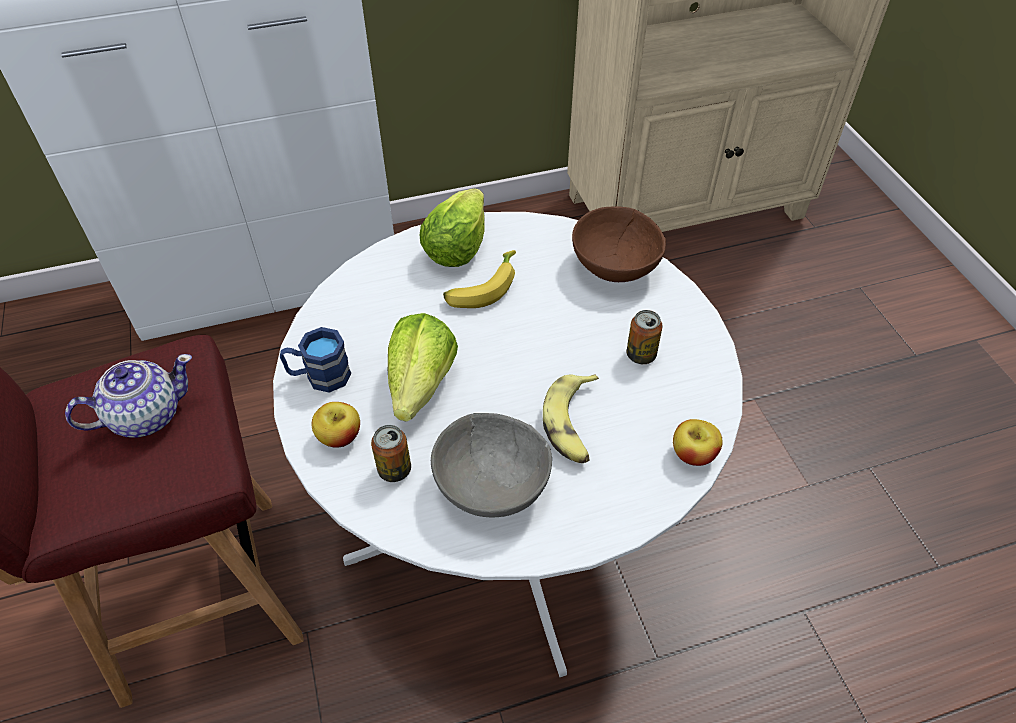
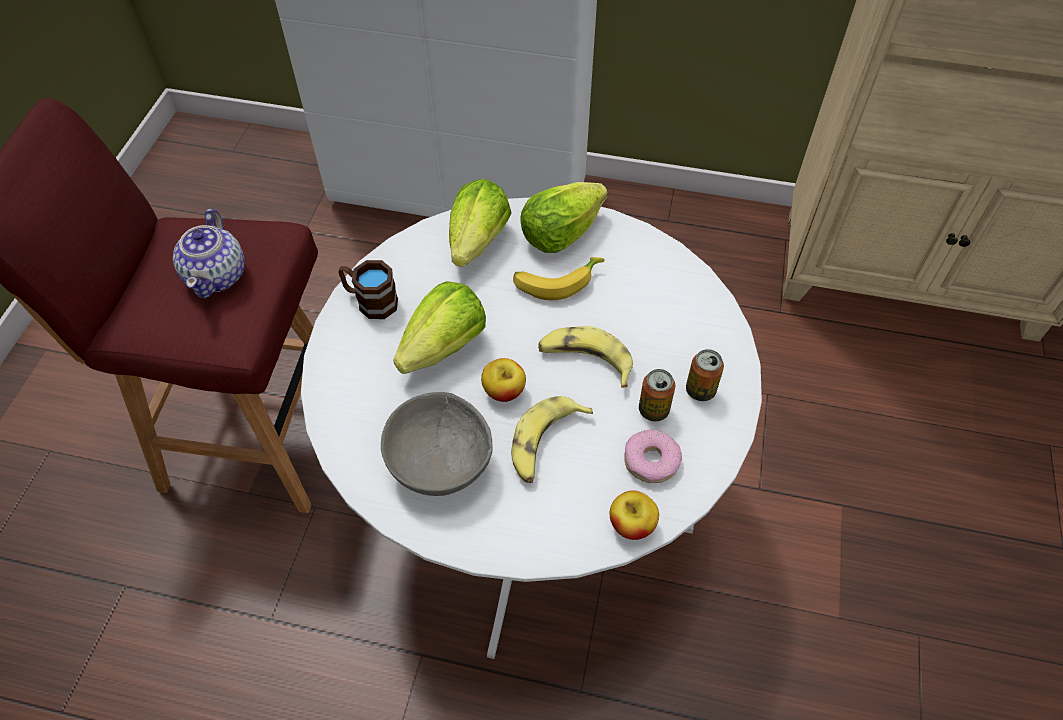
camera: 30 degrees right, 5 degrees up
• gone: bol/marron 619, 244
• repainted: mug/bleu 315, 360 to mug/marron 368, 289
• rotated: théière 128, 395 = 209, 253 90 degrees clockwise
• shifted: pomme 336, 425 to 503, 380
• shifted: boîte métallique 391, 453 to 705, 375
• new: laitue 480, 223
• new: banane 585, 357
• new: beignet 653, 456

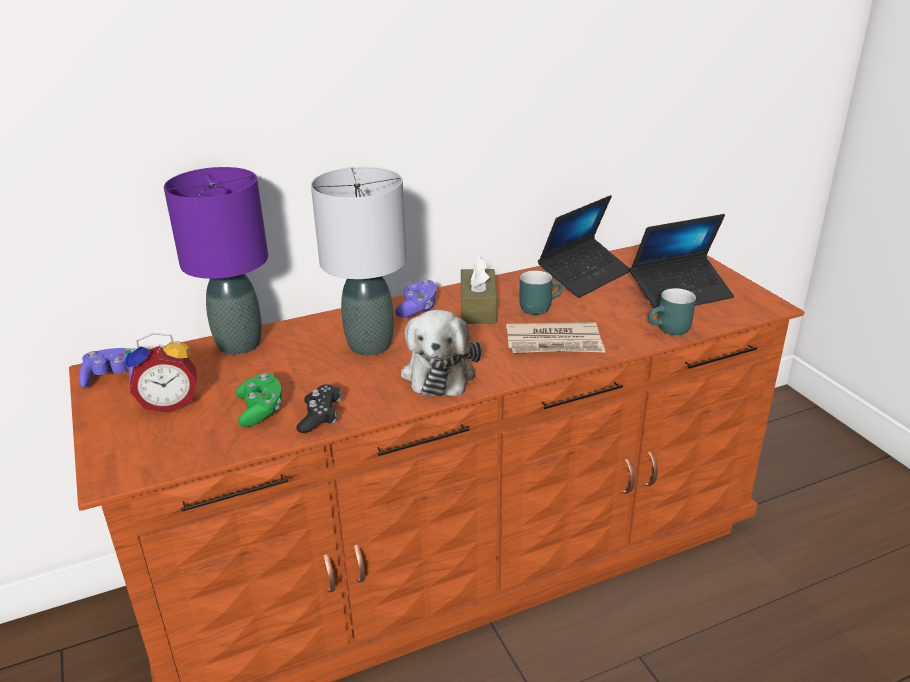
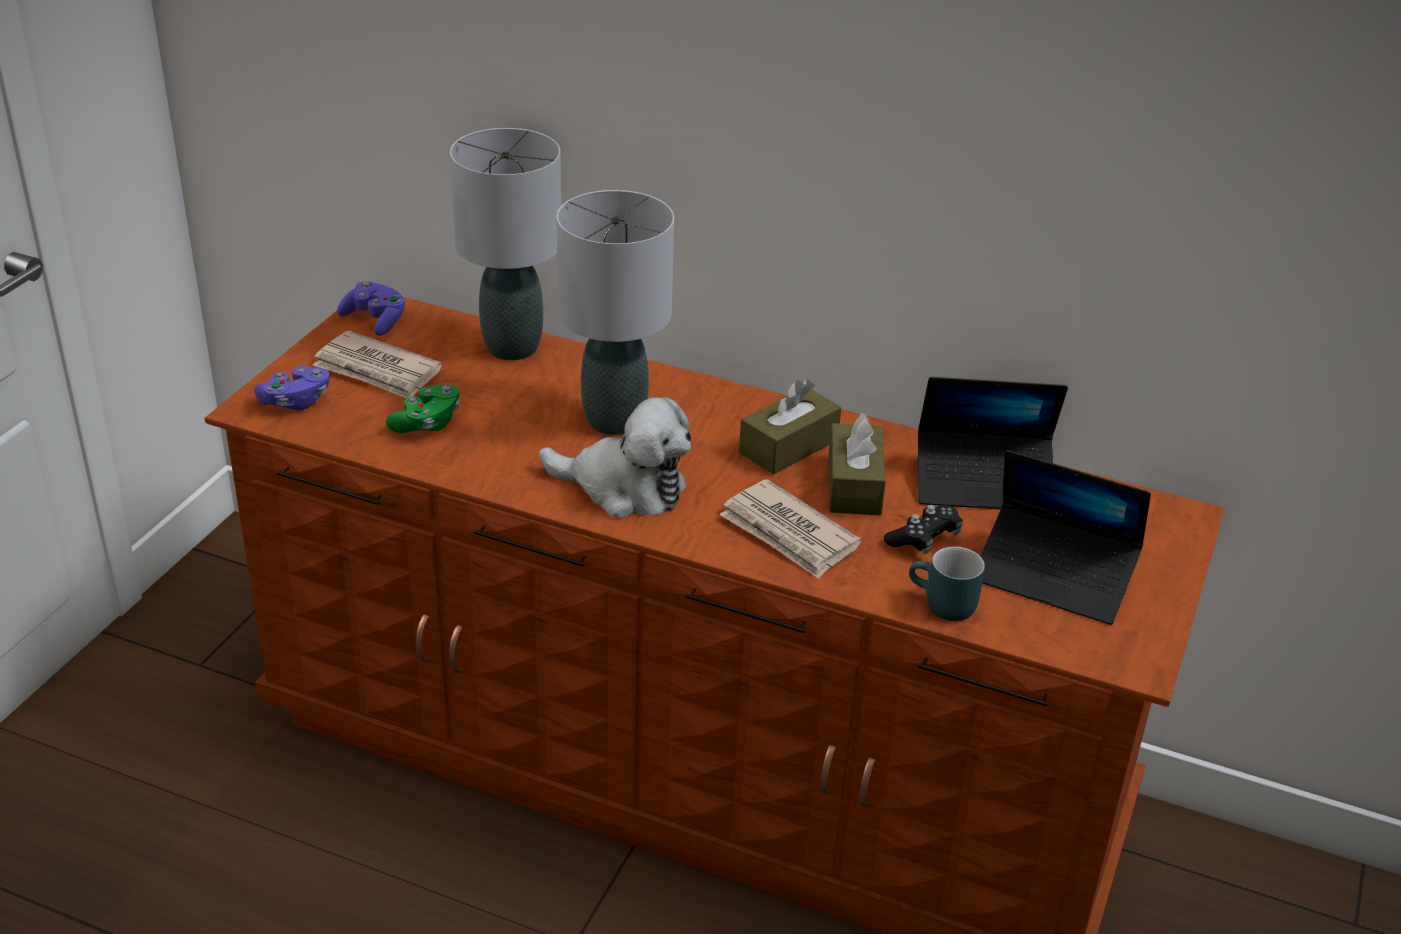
camera: 45 degrees right, 5 degrees up
• repainted: lampe de table/violet 216, 261 to lampe de table/gris 505, 244
• swapped: mug/turquoise 541, 292 to boîte à mouchoirs/marron 857, 464
• shifted: manette/violet 416, 299 to 292, 388
• rotated: peluche 441, 353 = 615, 457 120 degrees counterclockwise
• swapped: réveil 161, 373 to journal 377, 364
• shifted: manette/noir 319, 408 to 923, 529

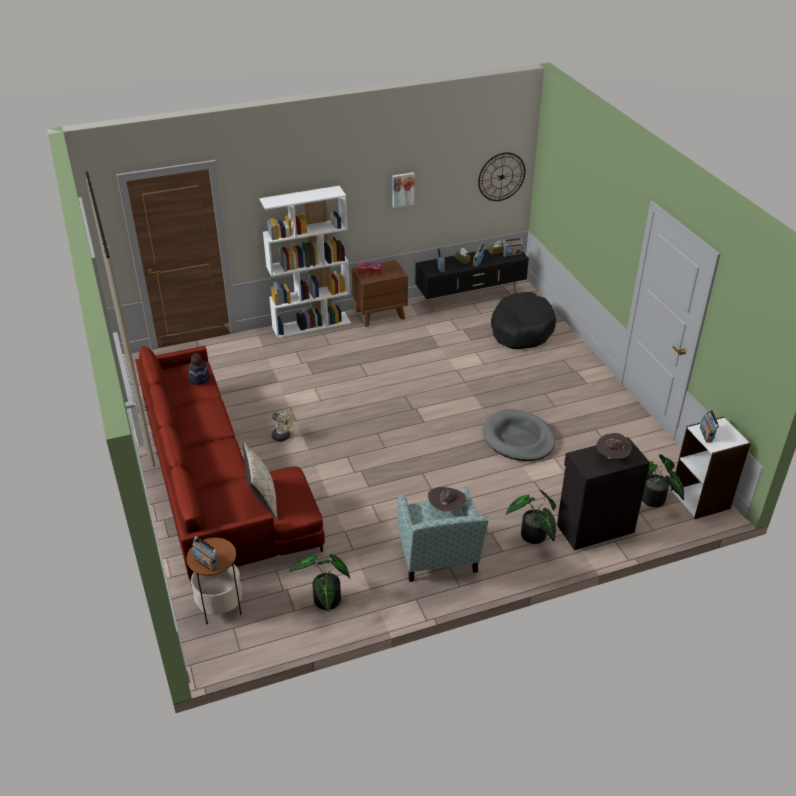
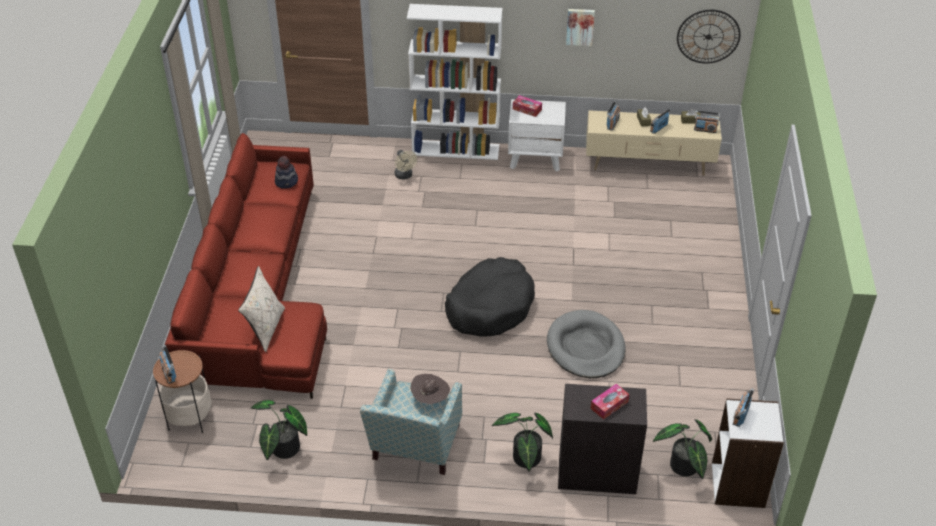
camera: 25 degrees right, 5 degrees up
• repainted: meuble télé/noir 472, 280 to meuble télé/beige 654, 143
• repainted: table de chevet/marron 380, 293 to table de chevet/blanc 537, 135
• shifted: panier pour chien/noir 523, 320 to 490, 297
• shifted: ventilateur/beige 283, 426 to 406, 164
• swapped: chapeau/marron 613, 446 to boîte à mouchoirs 610, 402

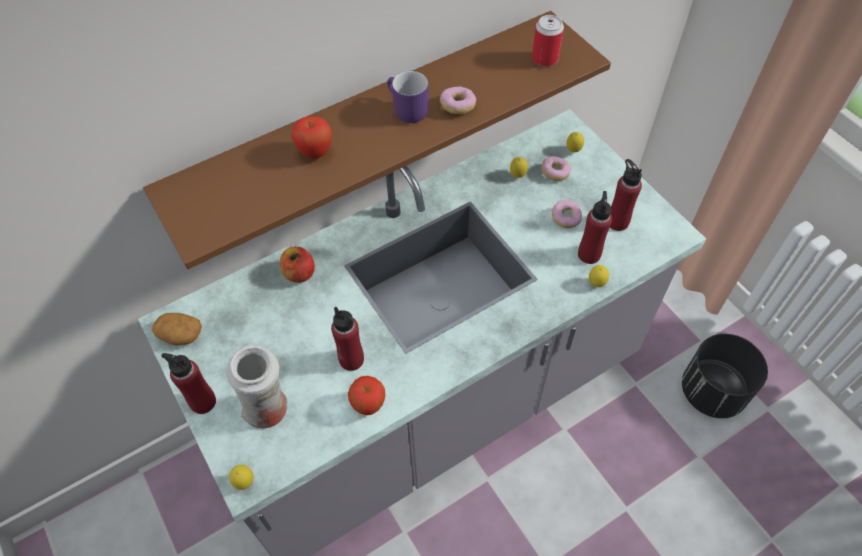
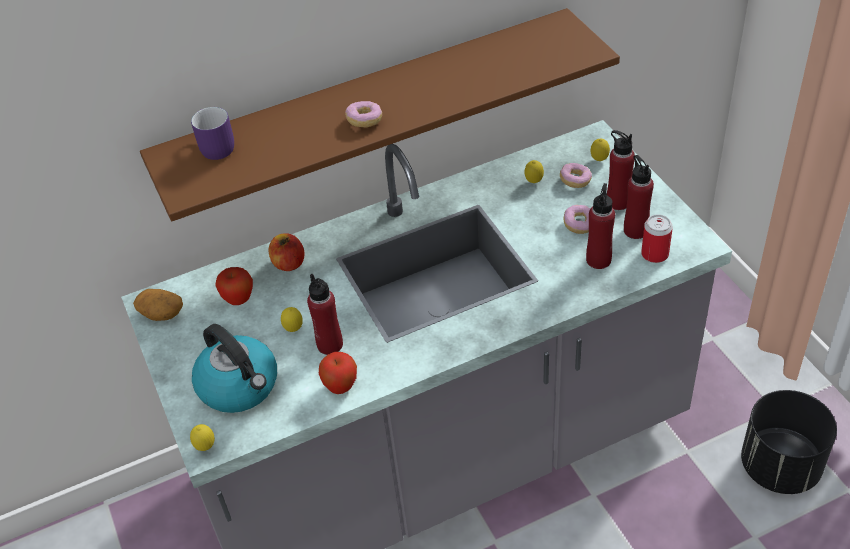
camera: 10 degrees right, 10 degrees down
• shifted: boîte métallique 548, 41 to 657, 238
• shifted: mug/violet 408, 97 to 212, 133
• shifted: beignet 458, 100 to 363, 114
• shifted: pomme 311, 137 to 234, 286
• shifted: citron 599, 276 to 292, 319
• swapped: vase/blanc 256, 387 to bouilloire 234, 368
• shifted: bouteille/rouge 188, 383 to 621, 170

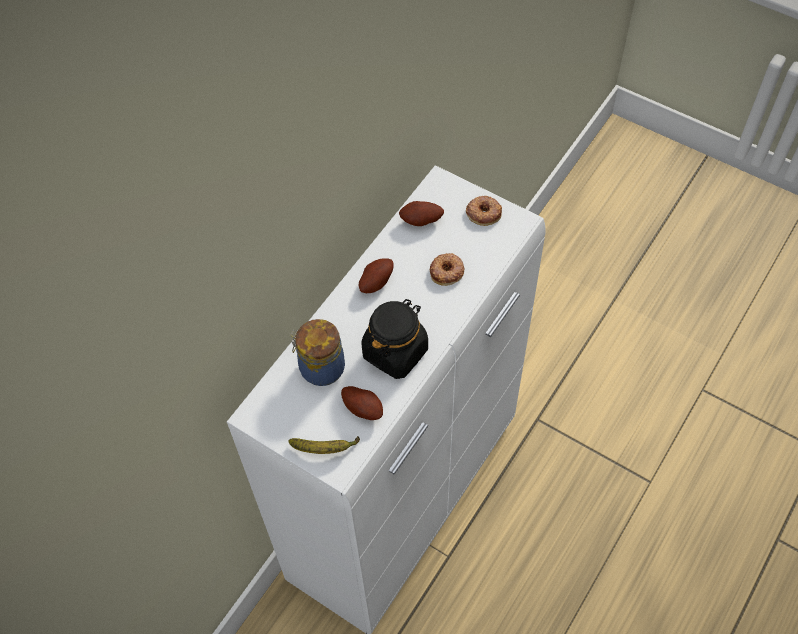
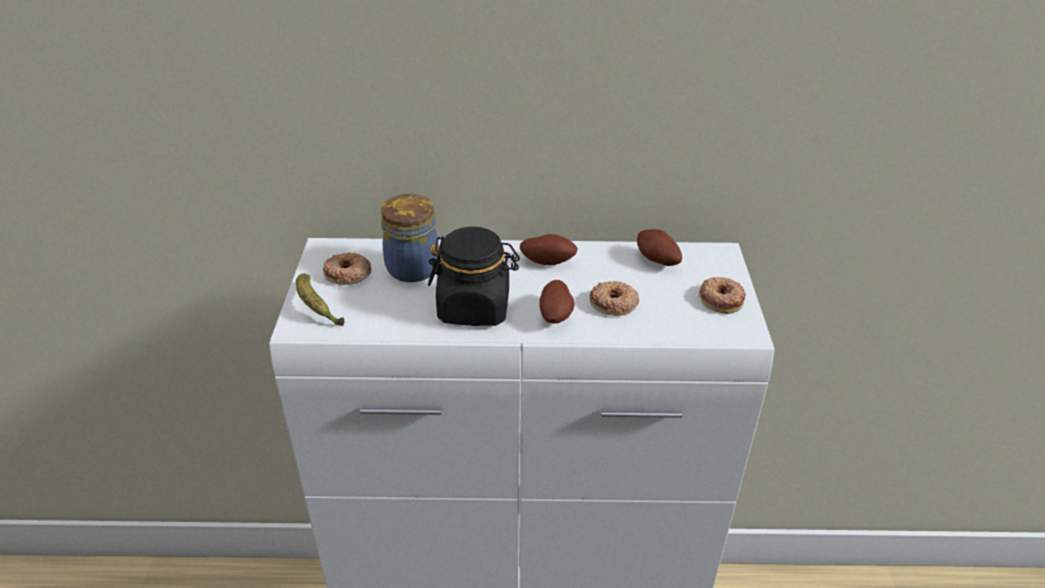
camera: 55 degrees right, 20 degrees down
• shifted: pomme de terre 362, 403 to 556, 302
• new: beignet 347, 268

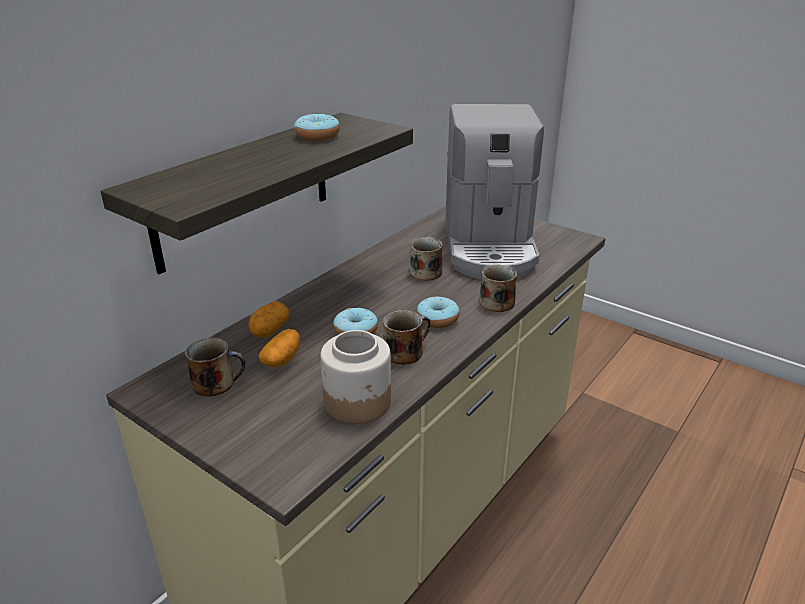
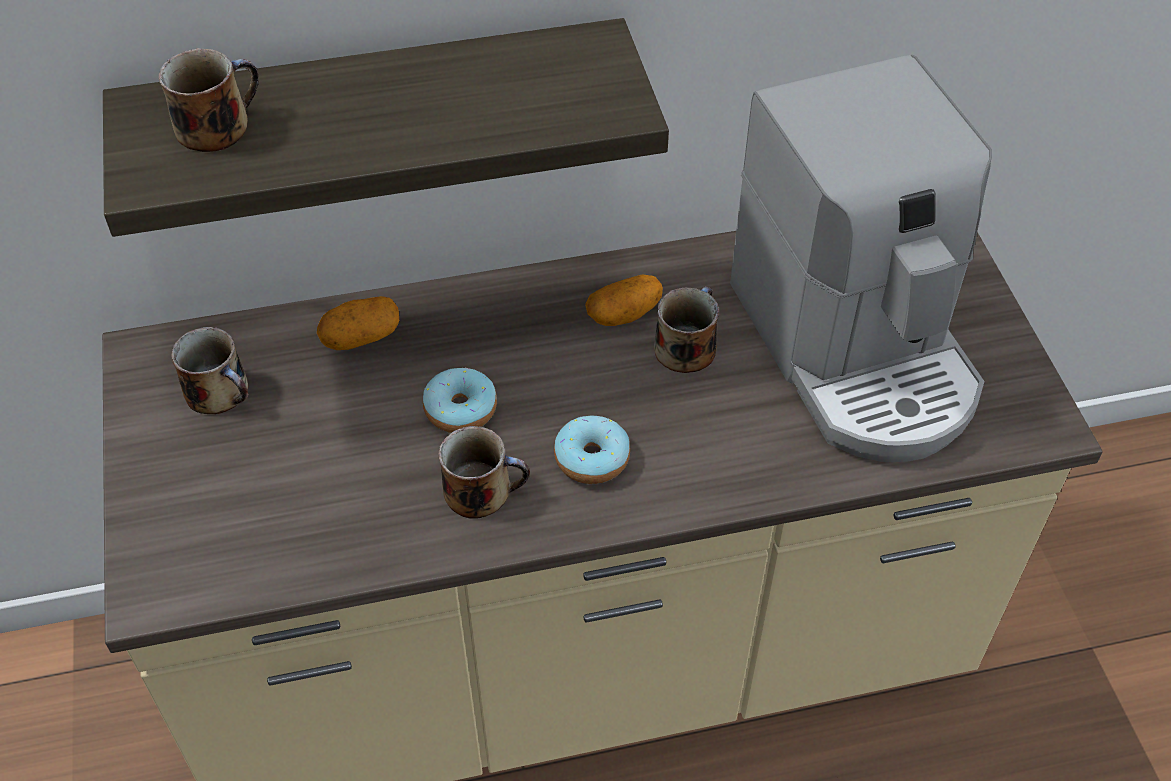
camera: 40 degrees right, 20 degrees up
• rotated: machine à café 494, 192 = 861, 258 60 degrees counterclockwise
• gone: beignet 317, 127
• shifted: mug 498, 288 to 209, 100
• shifted: pomme de terre 280, 348 to 624, 300
• gone: bocal 356, 377

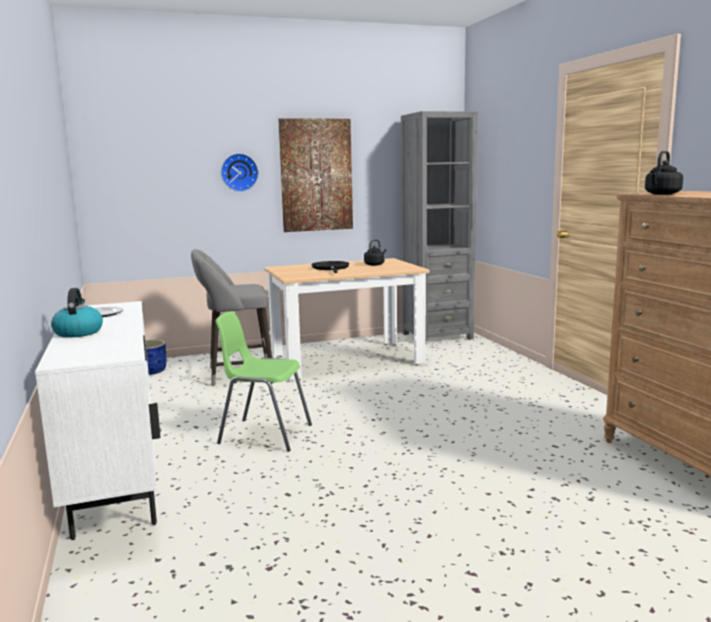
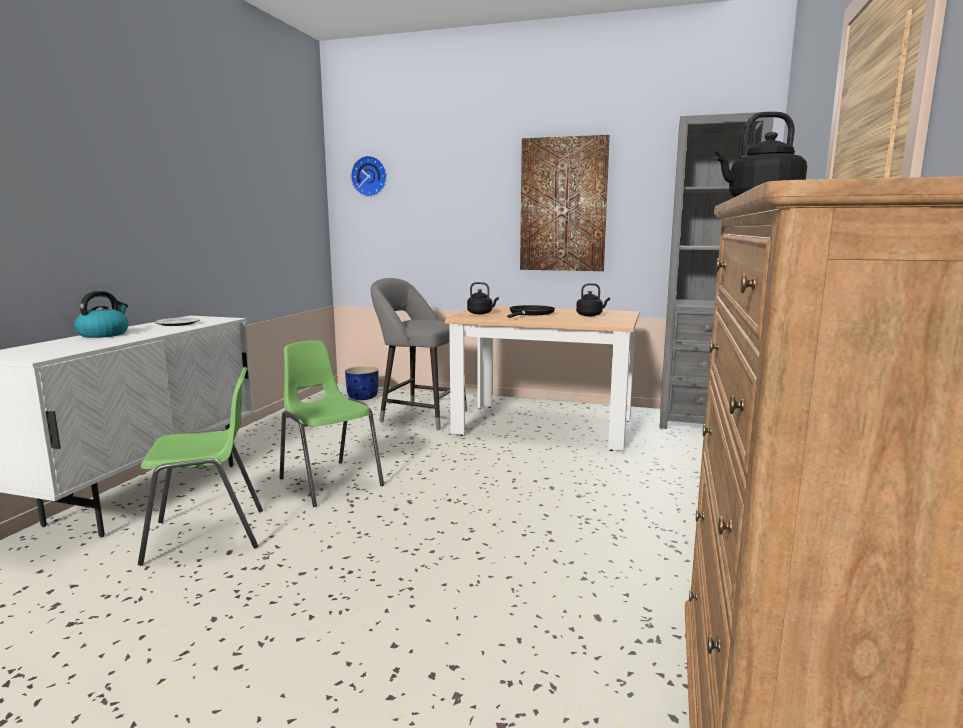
camera: 35 degrees right, 0 degrees up
• shifted: horloge murale 240, 172 to 369, 176
• new: bouilloire/noir 483, 298
• new: chaise/vert 200, 466

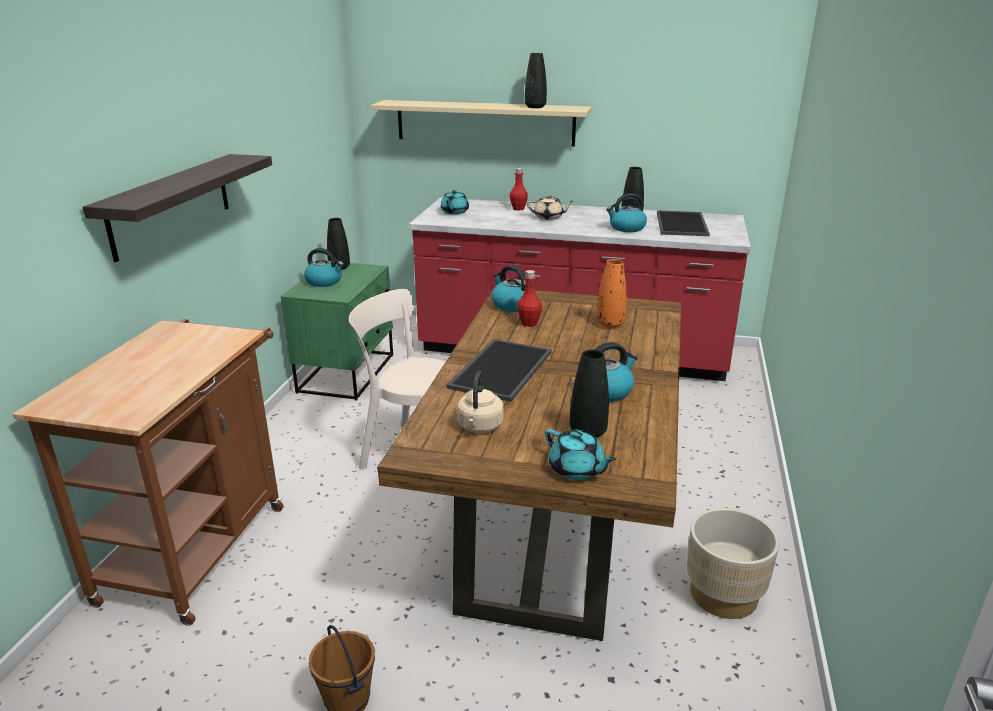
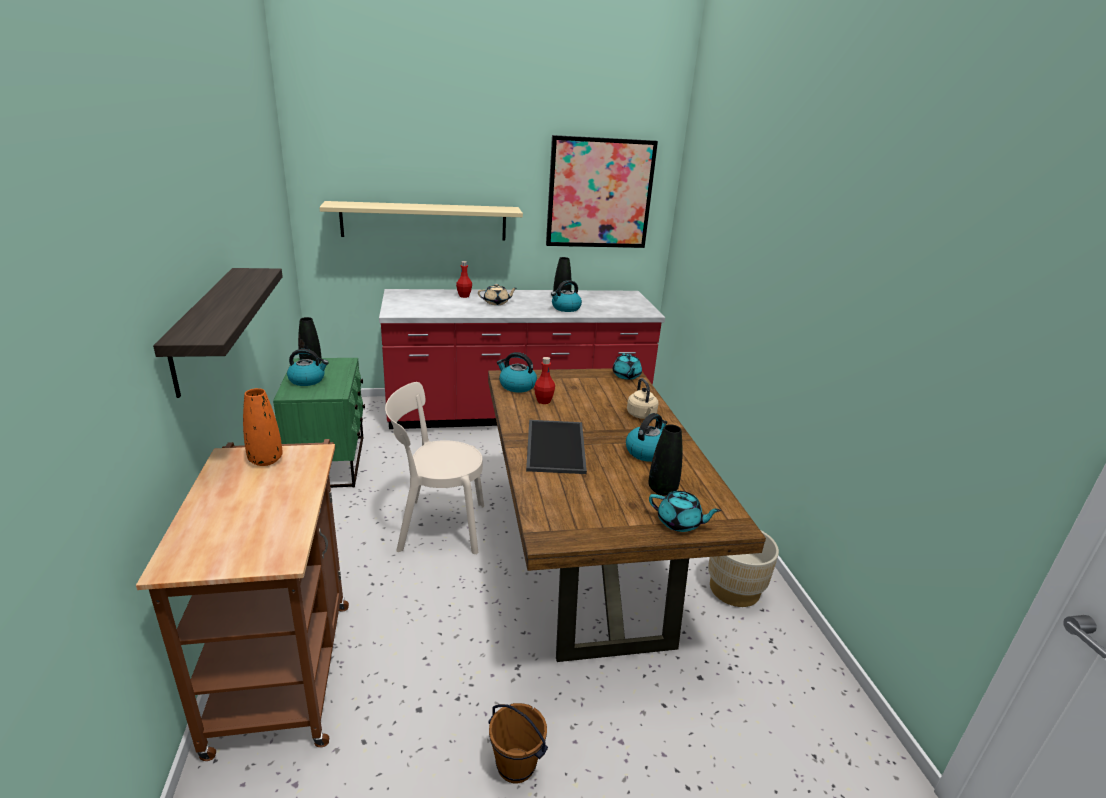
camera: 25 degrees left, 0 degrees up
• gone: vase/noir 536, 80
• shifted: théière/turquoise 455, 202 to 627, 367
• gone: plateau 683, 223
• shifted: vase/orange 611, 293 to 263, 427
• shifted: bouilloire/beige 480, 402 to 643, 398
• new: tableau 602, 191

